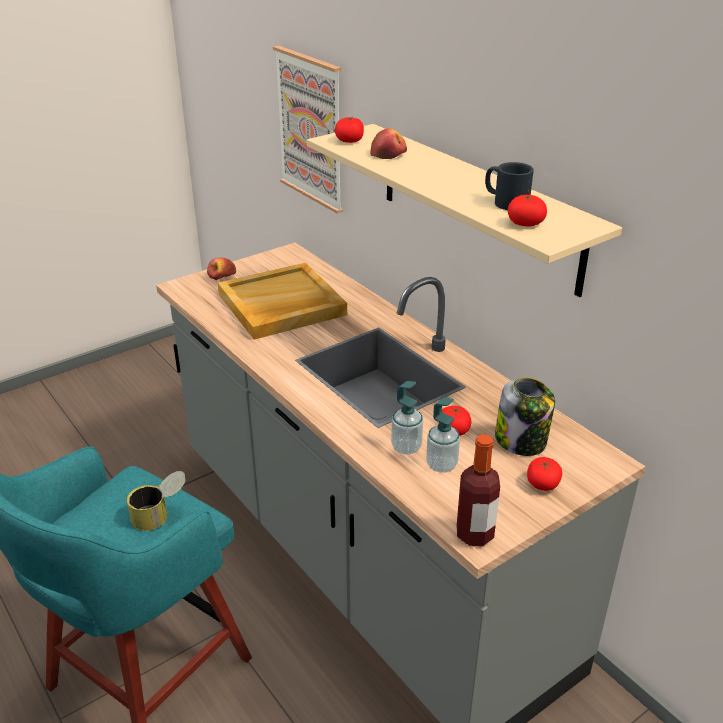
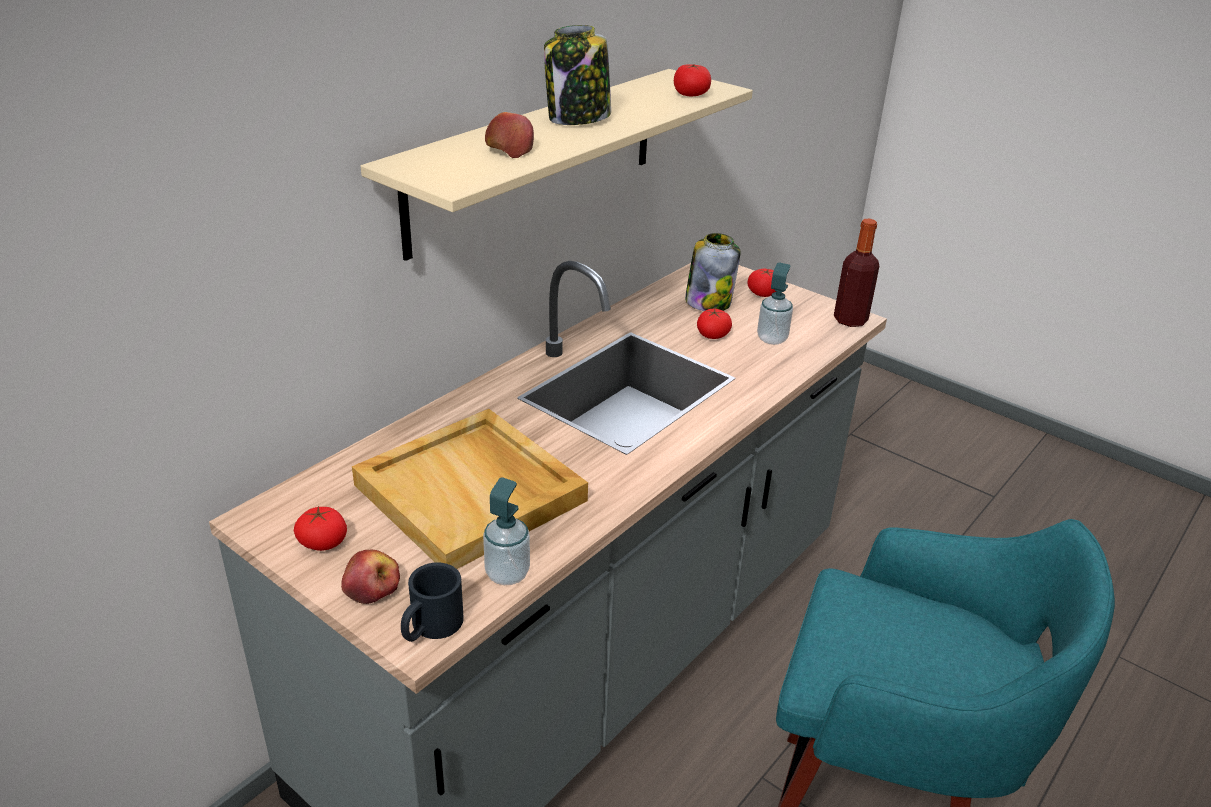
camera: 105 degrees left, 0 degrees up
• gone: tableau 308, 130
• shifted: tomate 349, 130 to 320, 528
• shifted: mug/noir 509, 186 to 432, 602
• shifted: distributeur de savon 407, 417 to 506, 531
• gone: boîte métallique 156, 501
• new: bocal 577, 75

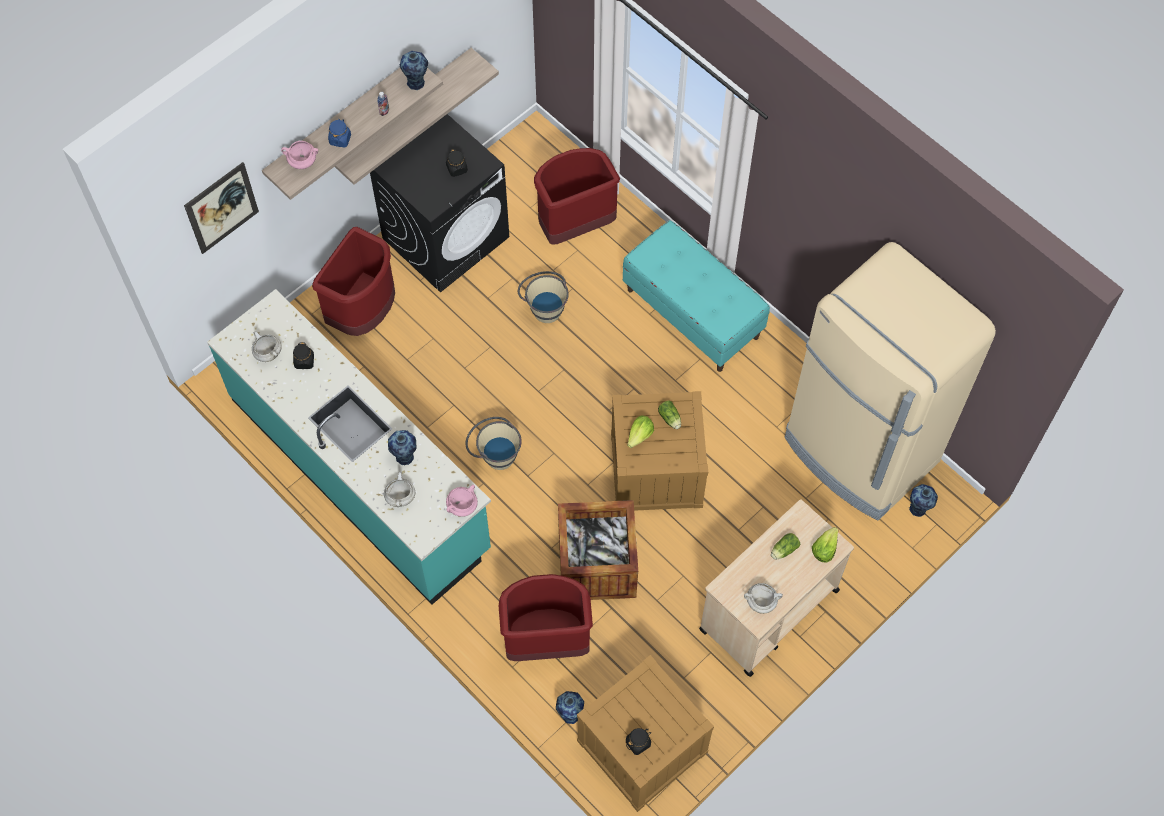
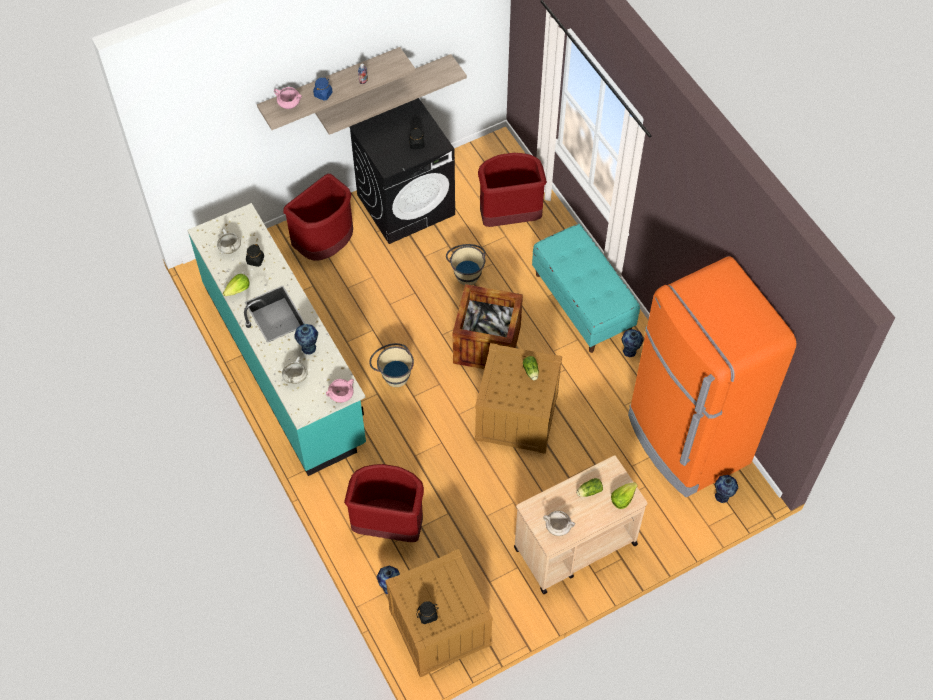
camera: 15 degrees right, 5 degrees down
• shifted: vase 414, 70 to 633, 343
• gone: tableau 221, 208
• repainted: réfrigérateur/beige 890, 381 to réfrigérateur/orange 712, 376
• shifted: laitue 640, 431 to 236, 285
• shifted: caisse 598, 550 to 488, 326

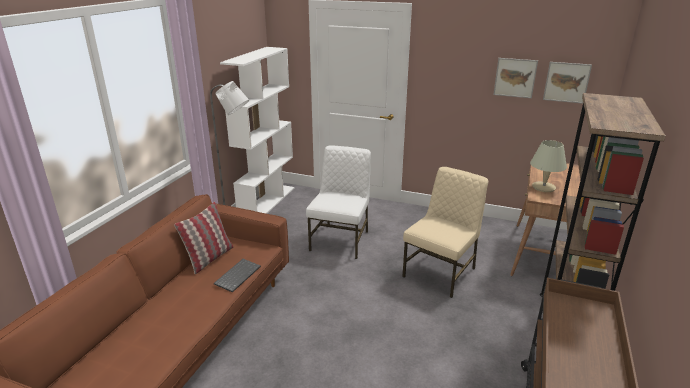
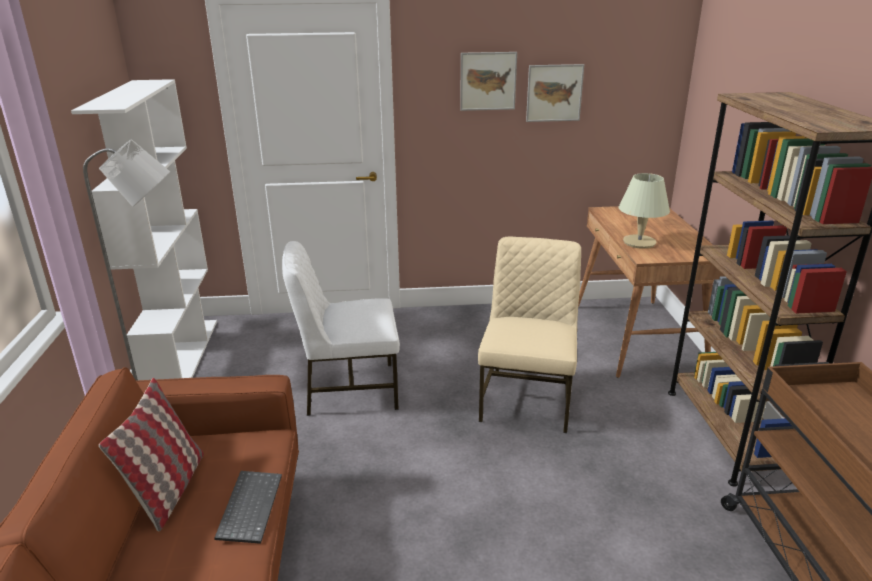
camera: 25 degrees left, 0 degrees up
• shifted: tableau 567, 83 to 488, 81
• rotated: chaise/blanc 338, 202 = 341, 328 90 degrees counterclockwise

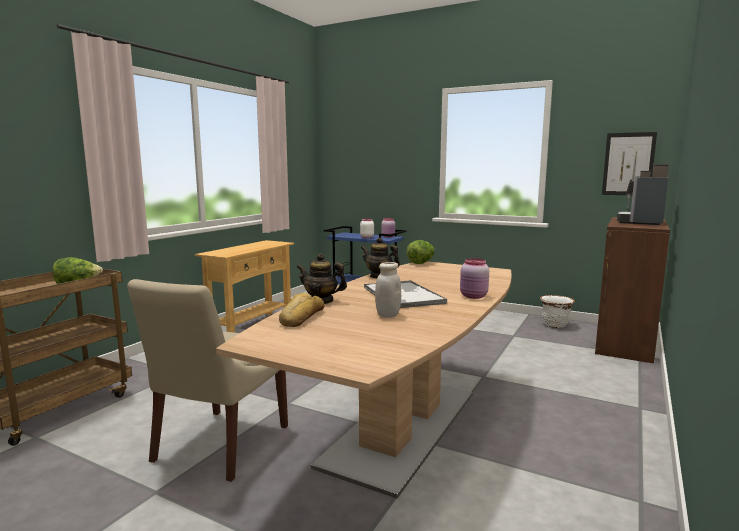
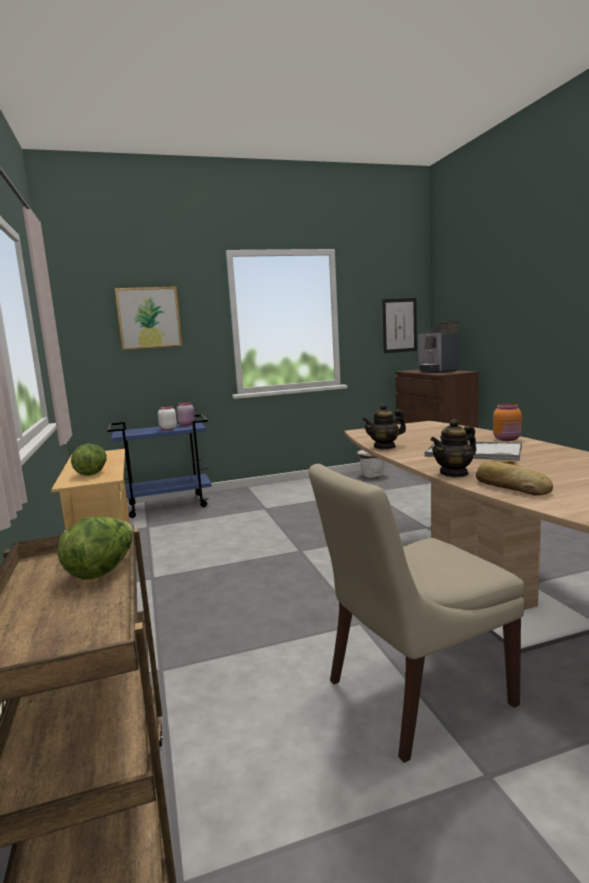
camera: 45 degrees left, 0 degrees up
• shifted: laitue 421, 252 to 89, 459
• repainted: bocal/rose 474, 278 to bocal/orange 507, 422
• gone: bocal/blanc 388, 290
• rotated: chaise/beige 207, 380 = 417, 613 90 degrees clockwise
• new: tableau 148, 318

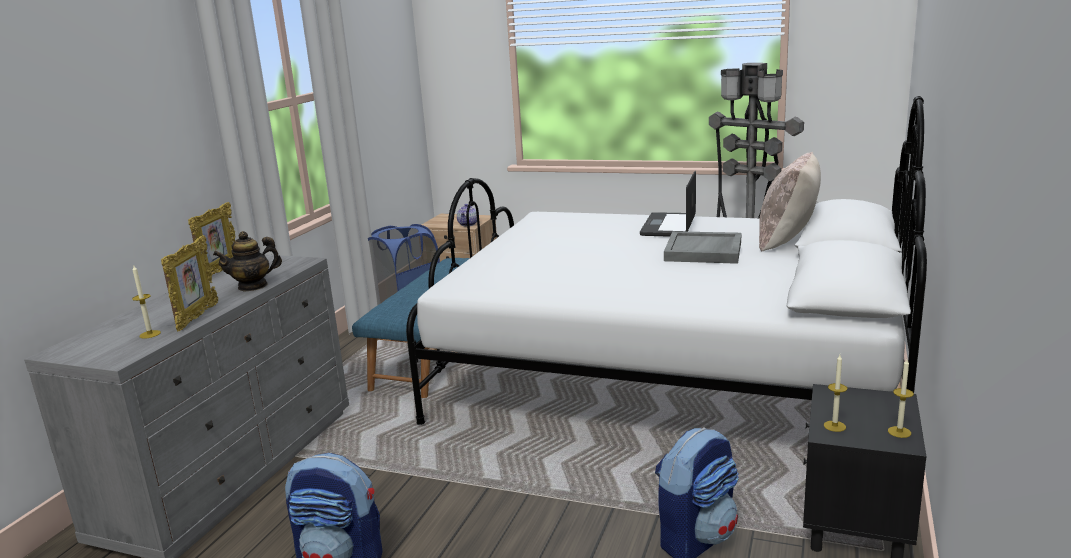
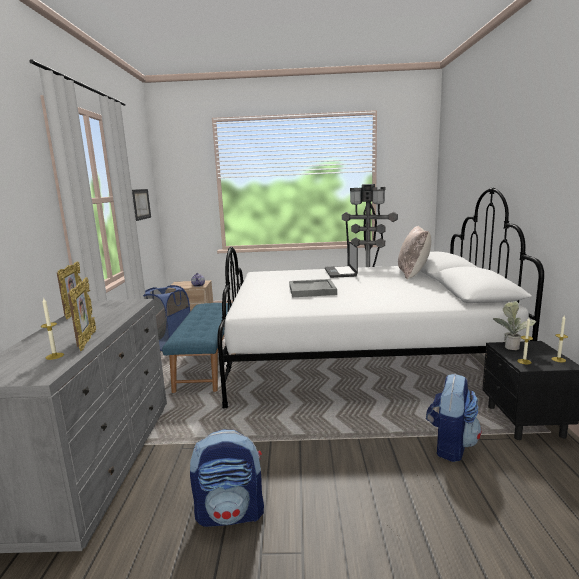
camera: 20 degrees left, 5 degrees down
• gone: théière 247, 261
• shifted: plateau/gris 702, 247 to 313, 288
• new: tableau 141, 205
• new: plante en pot 515, 325

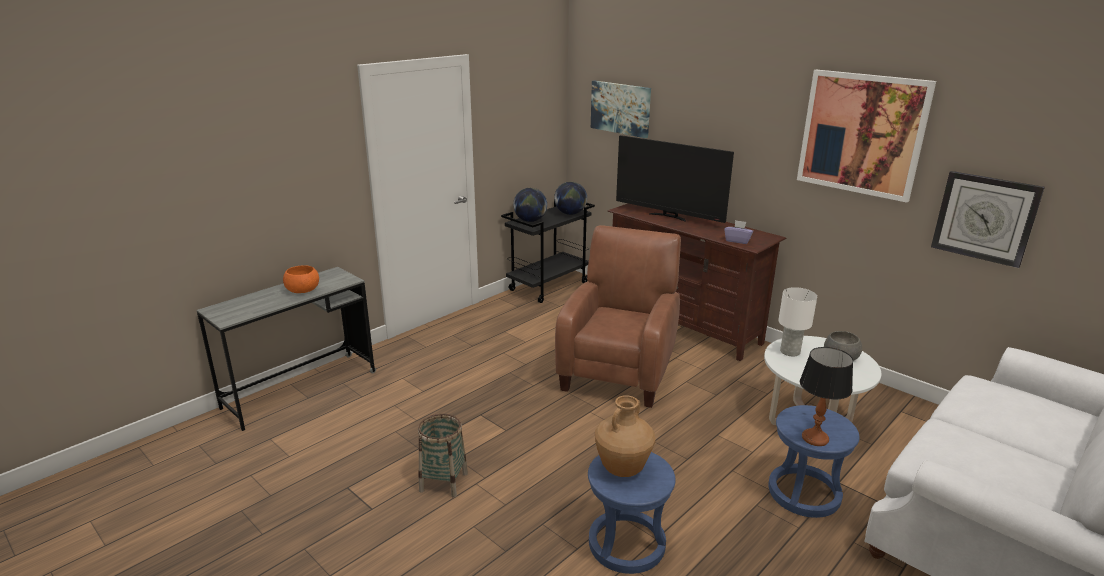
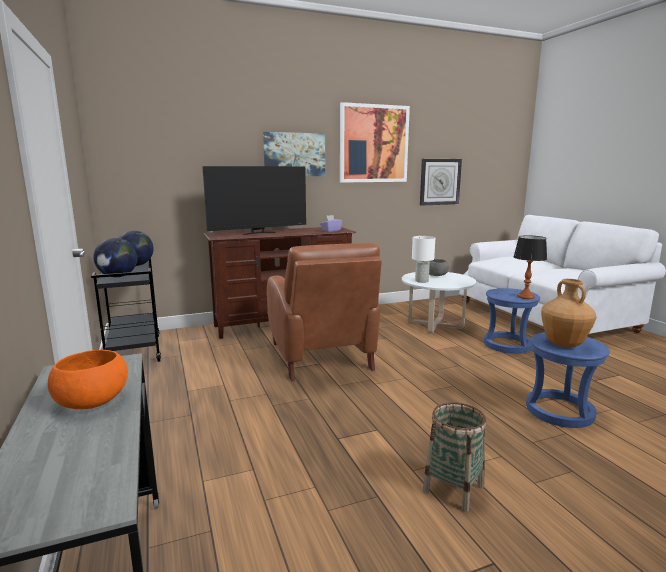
camera: 65 degrees left, 10 degrees down
• shifted: tableau 621, 109 to 294, 154
• rotated: fauteuil/marron 618, 316 = 324, 312 150 degrees counterclockwise

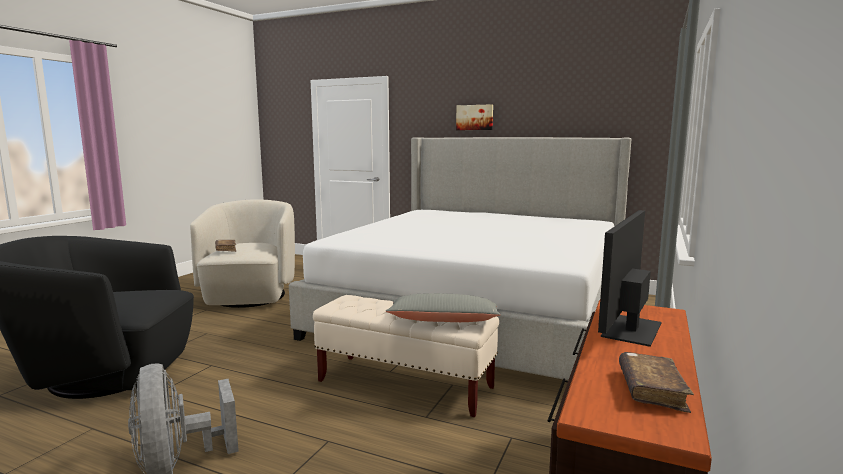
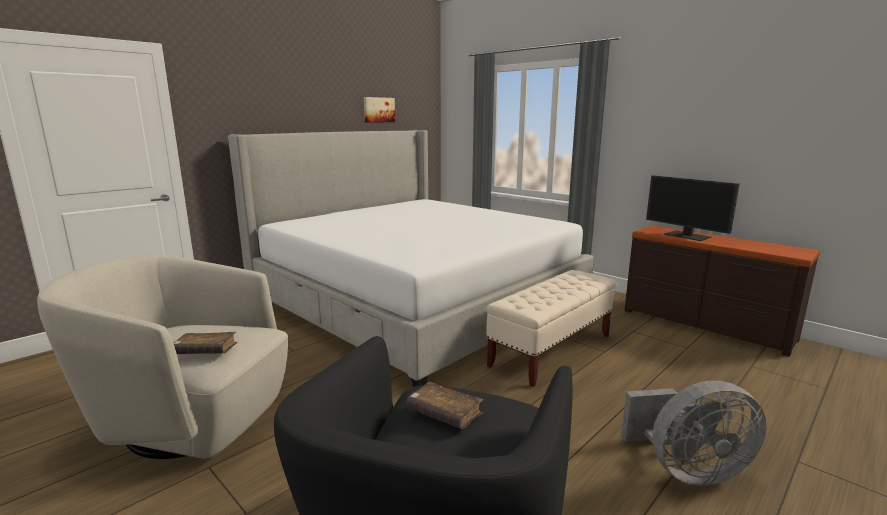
camera: 70 degrees left, 5 degrees up
• shifted: tableau 474, 117 to 379, 110
• gone: coussin/gris 443, 307
• shifted: livre/marron 656, 382 to 444, 405

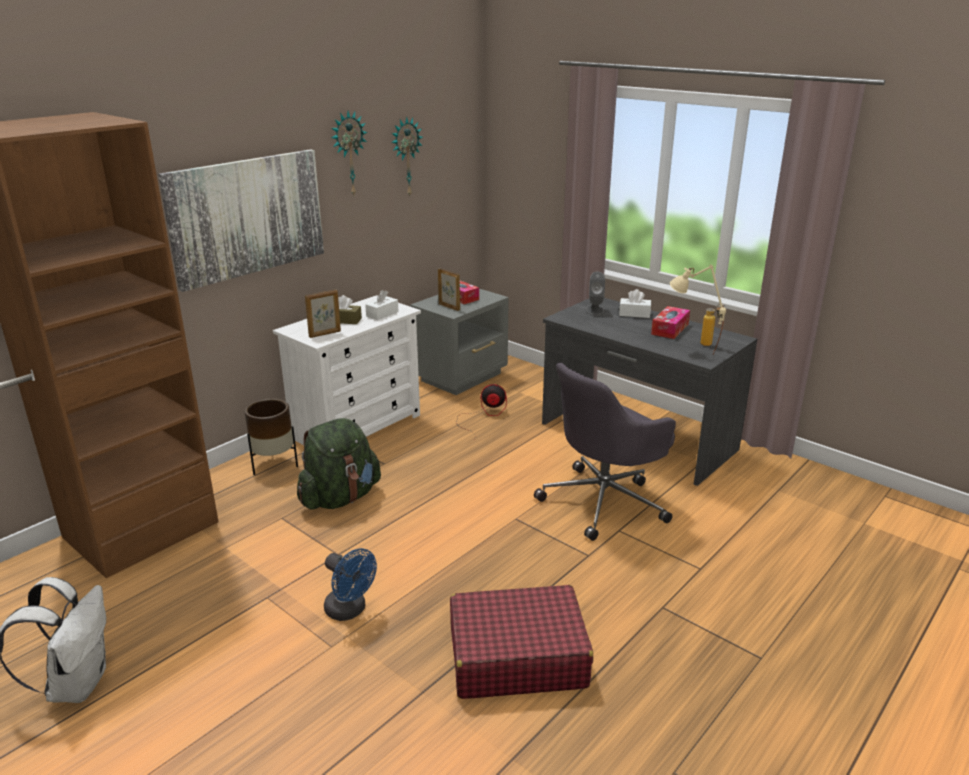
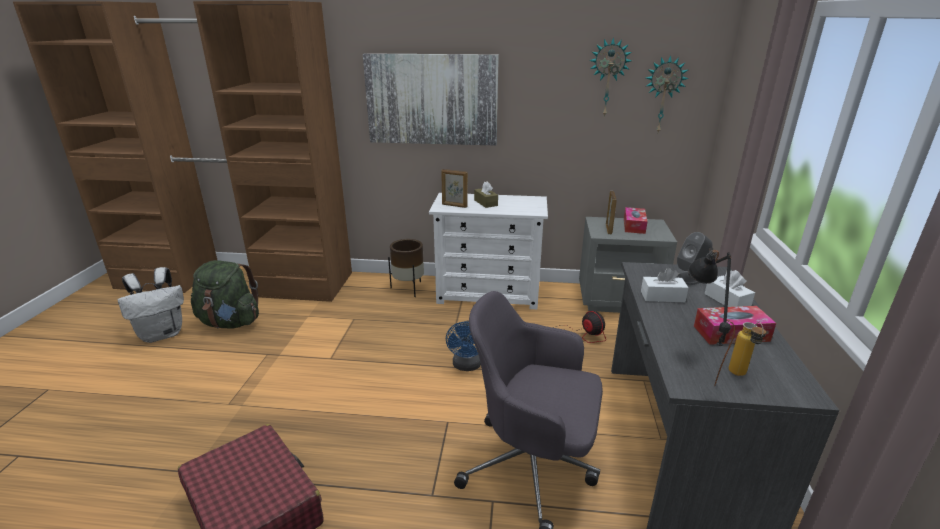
camera: 55 degrees right, 0 degrees up
• shifted: horloge murale 349, 153 to 667, 93
• repainted: lampe de table/beige 698, 310 to lampe de table/noir 711, 317
• shifted: boîte à mouchoirs/blanc 382, 305 to 665, 285
• shifted: sac à dos/vert 339, 464 to 225, 294
• shifted: ventilateur/bleu 350, 584 to 463, 346

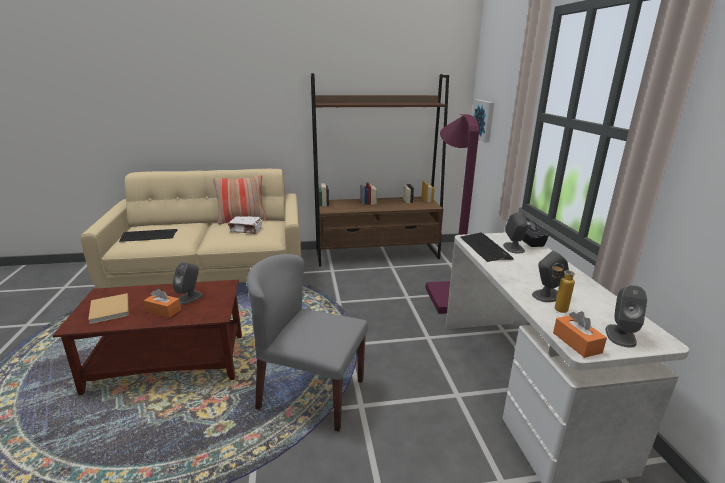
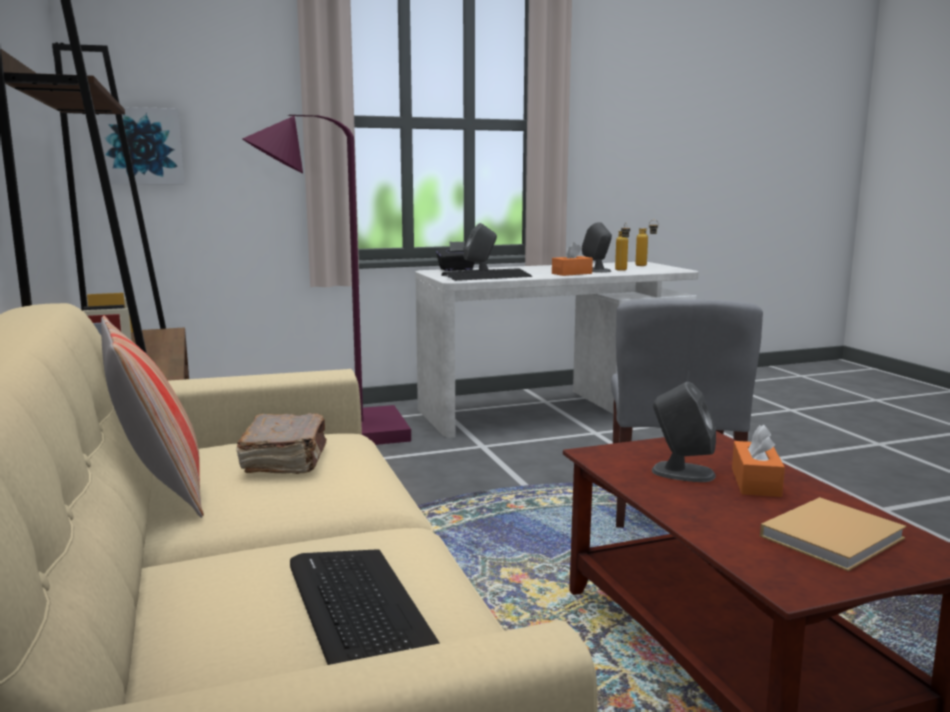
camera: 100 degrees left, 10 degrees down
• repainted: livre/blanc 245, 225 to livre/marron 281, 443
• swapped: enceinte/gris 626, 316 to bouteille 647, 243
• shifted: boîte à mouchoirs/orange 580, 334 to 572, 259

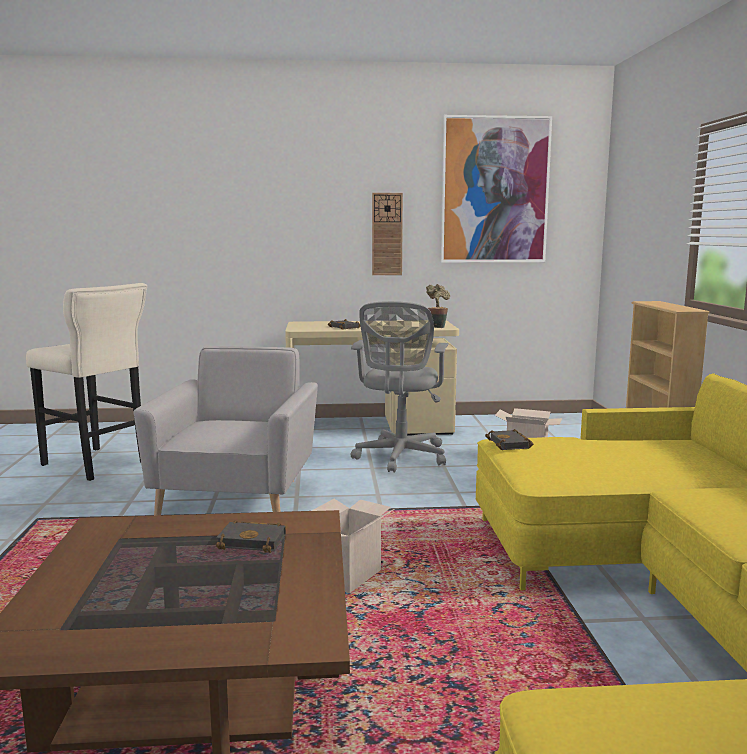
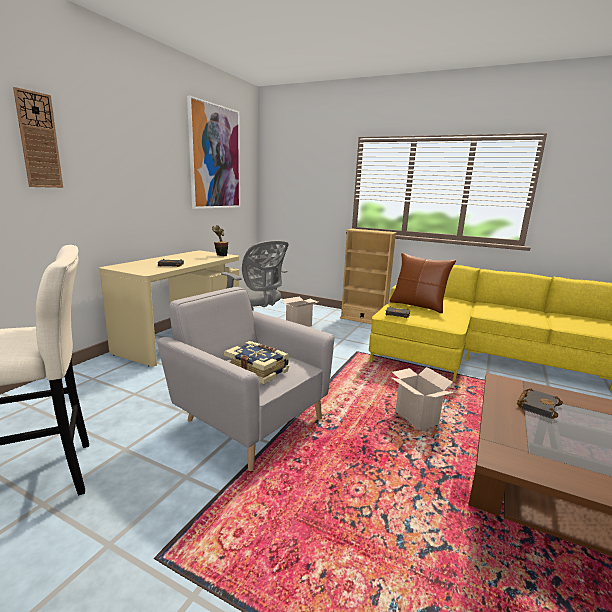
camera: 60 degrees left, 5 degrees up
• shifted: horloge murale 387, 234 to 38, 137
• new: coussin/marron 422, 283
• new: livre 257, 362

